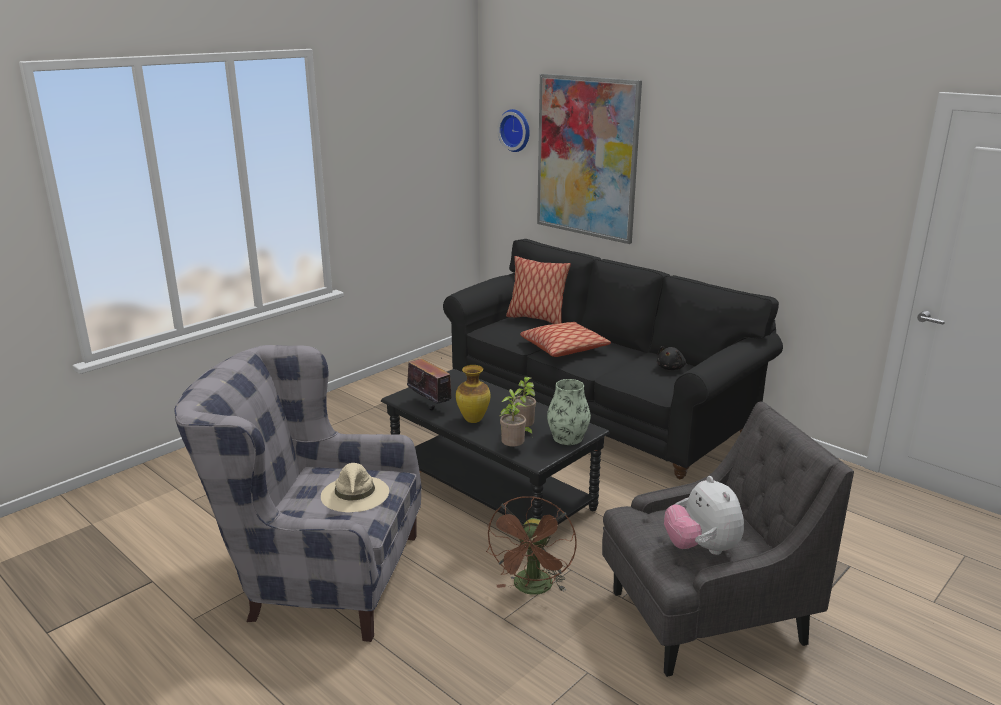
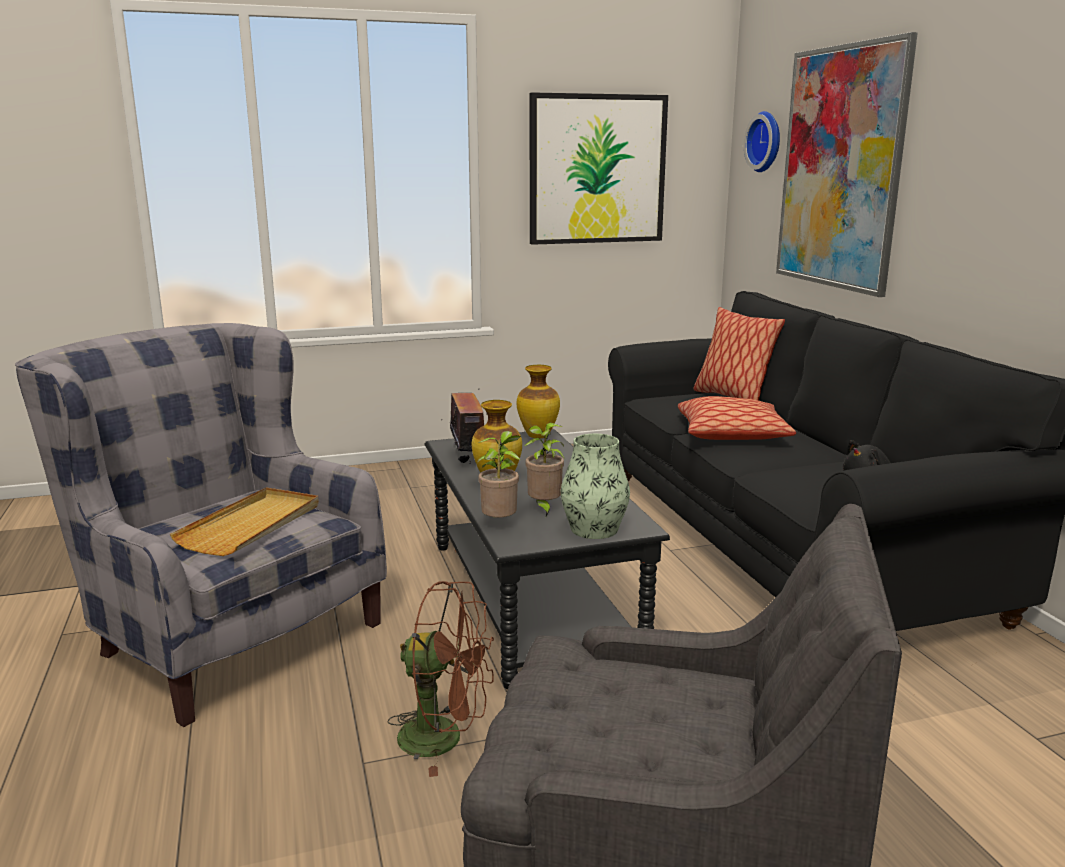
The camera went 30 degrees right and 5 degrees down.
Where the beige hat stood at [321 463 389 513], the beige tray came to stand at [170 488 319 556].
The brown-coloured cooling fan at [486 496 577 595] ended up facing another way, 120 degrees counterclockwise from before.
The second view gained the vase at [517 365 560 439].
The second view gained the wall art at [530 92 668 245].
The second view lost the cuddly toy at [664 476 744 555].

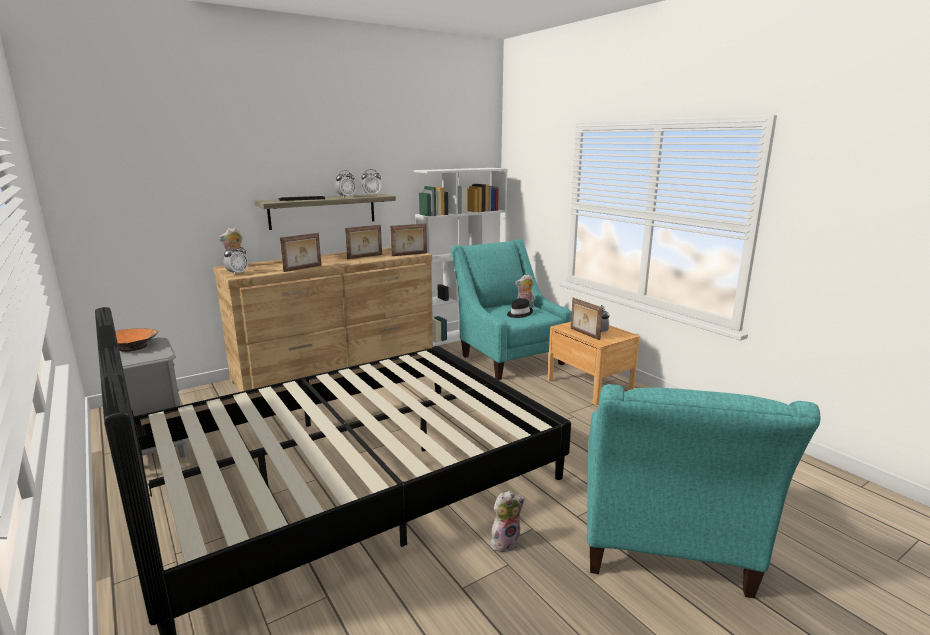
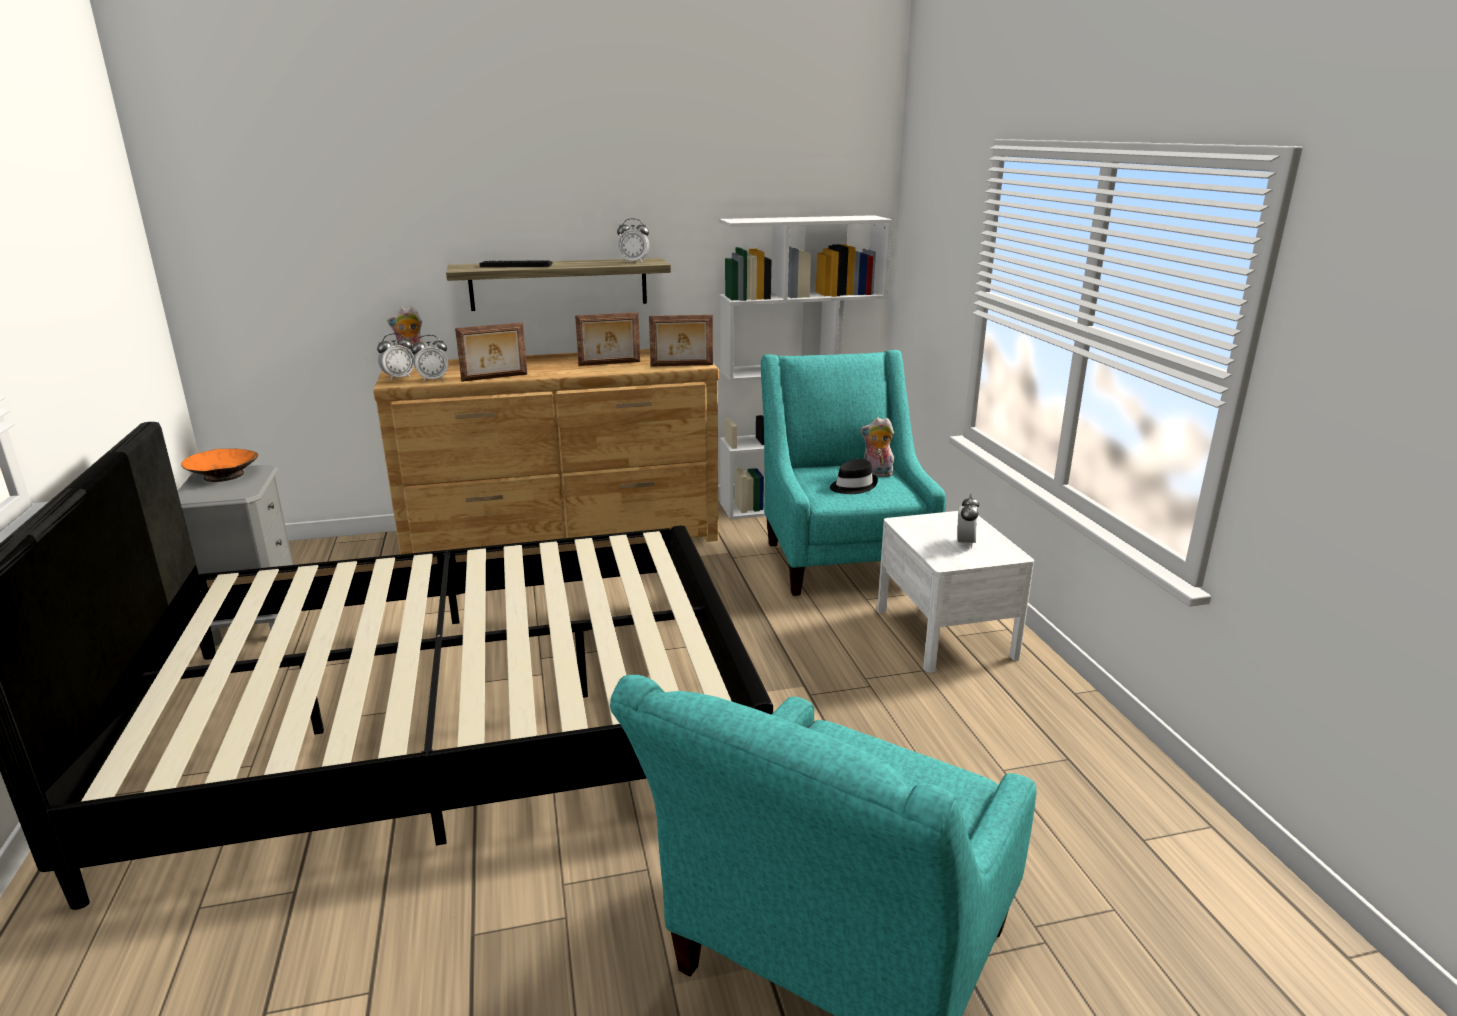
The camera went 20 degrees right and 5 degrees up.
The bedside clock ended up elsewhere, having gone from [335 170 356 198] to [411 335 448 382].
What was the brown-coloured nightstand at [548 322 640 405] turned into the white nightstand at [877 511 1034 673].
The second view lost the cuddly toy at [491 491 525 554].
The second view lost the photo frame at [571 298 603 340].

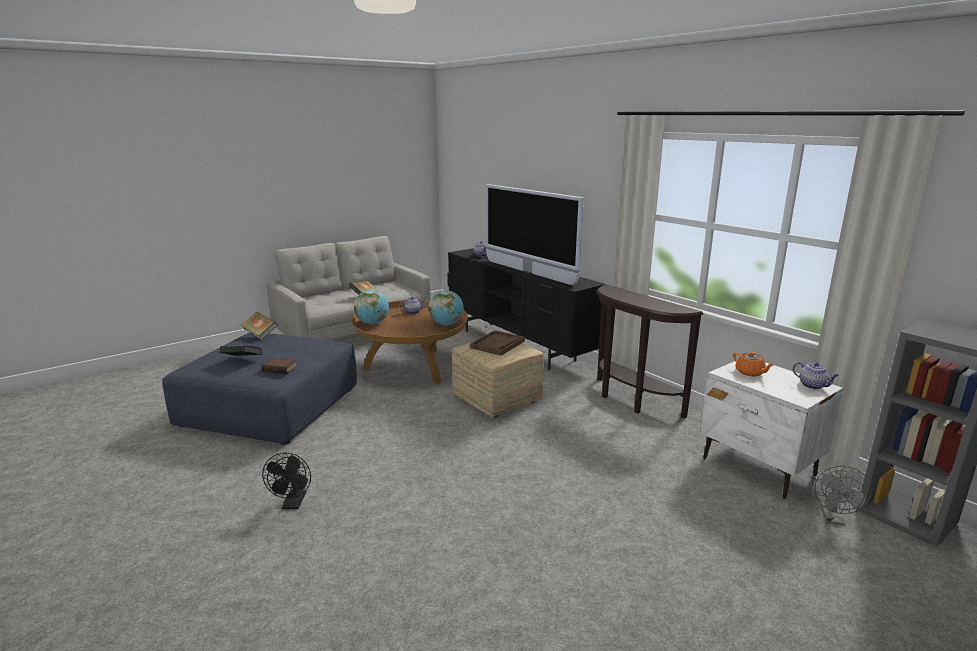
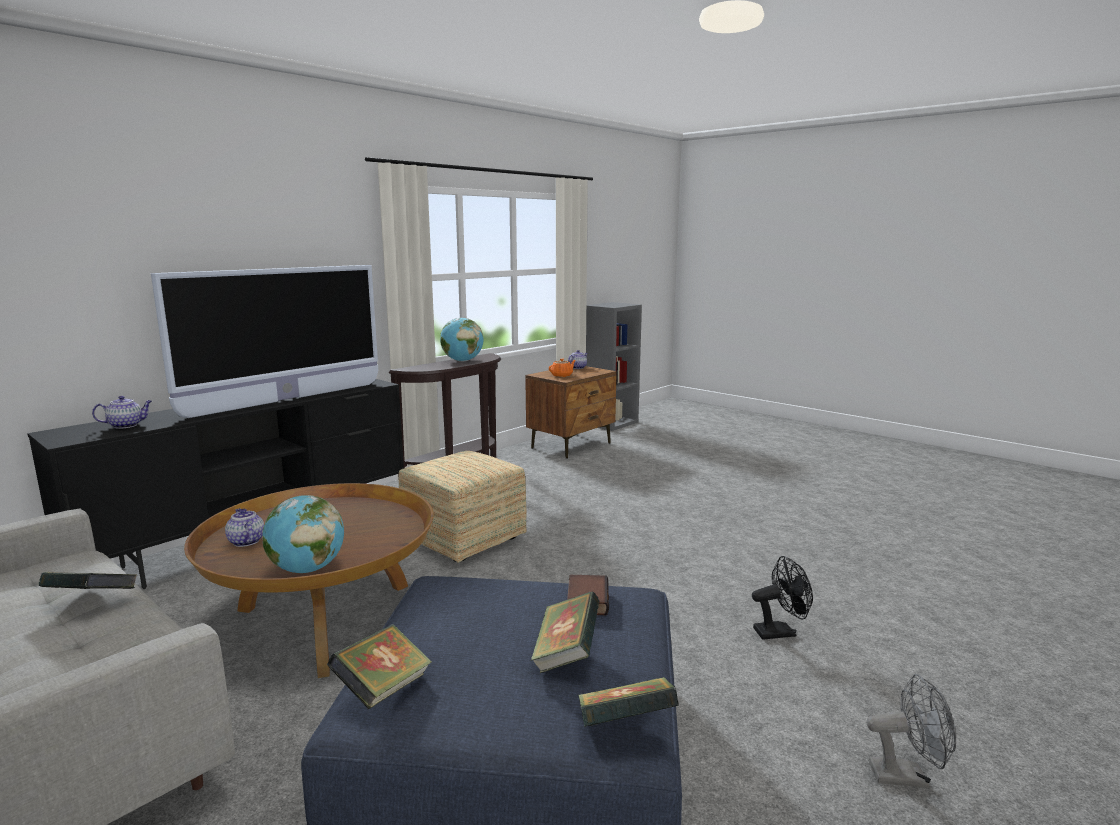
The camera went 100 degrees left and 5 degrees down.
The desk globe ended up elsewhere, having gone from [429 290 464 326] to [440 318 483 361].
What was the white nightstand at [700 361 843 499] turned into the brown-coloured nightstand at [525 366 617 459].
The second view gained the volume at [579 677 679 727].
The greyish cooling fan ended up elsewhere, having gone from [814 466 872 526] to [867 674 956 788].
The second view lost the brown-coloured tray at [470 330 525 356].

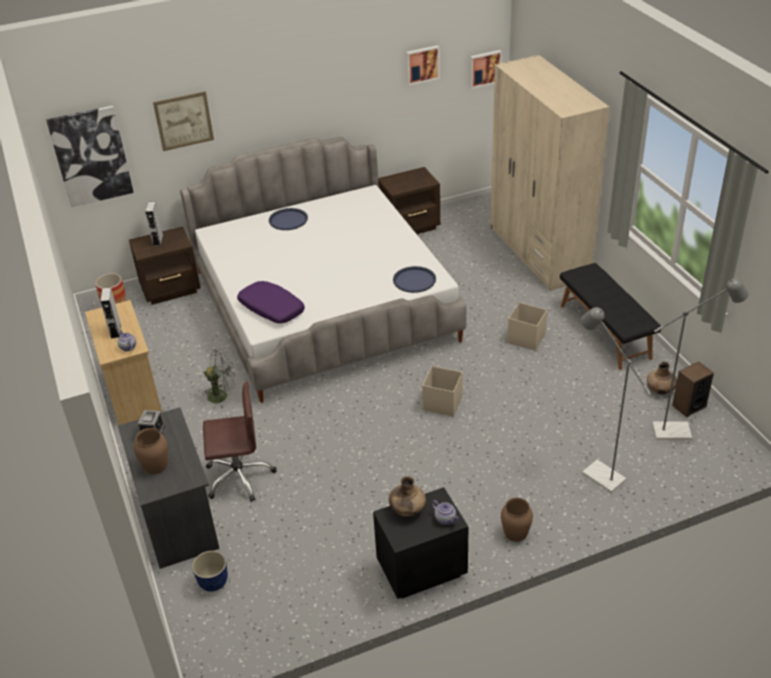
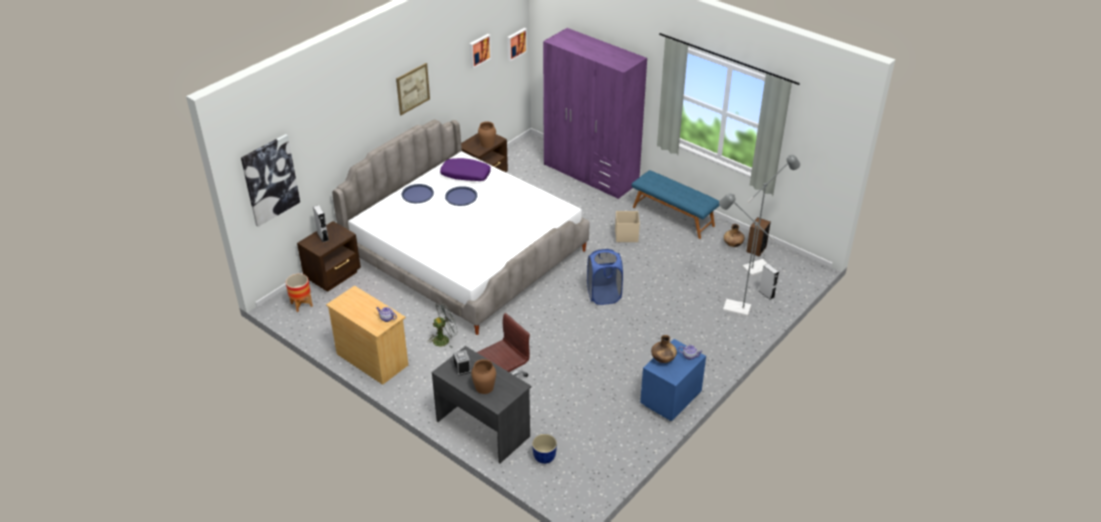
The camera went 30 degrees left and 0 degrees up.
The wall art ended up elsewhere, having gone from [153 91 214 151] to [396 63 430 115].
The purple-coloured cushion ended up elsewhere, having gone from [237 281 305 324] to [440 158 491 181].
The bluish tray ended up elsewhere, having gone from [393 266 436 293] to [445 186 477 206].
The brown-coloured vase ended up elsewhere, having gone from [501 498 533 542] to [478 121 496 148].
What was the beige wardrobe at [491 55 610 291] turned into the purple-coloured wardrobe at [543 28 647 199].
Where the beige storage box stood at [422 366 463 417], the bluish washing basket came to stand at [587 249 623 305].
What was the black-coloured long seat at [560 263 661 370] turned into the bluish long seat at [632 170 720 239].
What was the black-coloured nightstand at [373 487 468 599] turned into the bluish nightstand at [640 339 706 421].
The greyish speaker ended up elsewhere, having gone from [101 287 121 339] to [759 263 779 300].

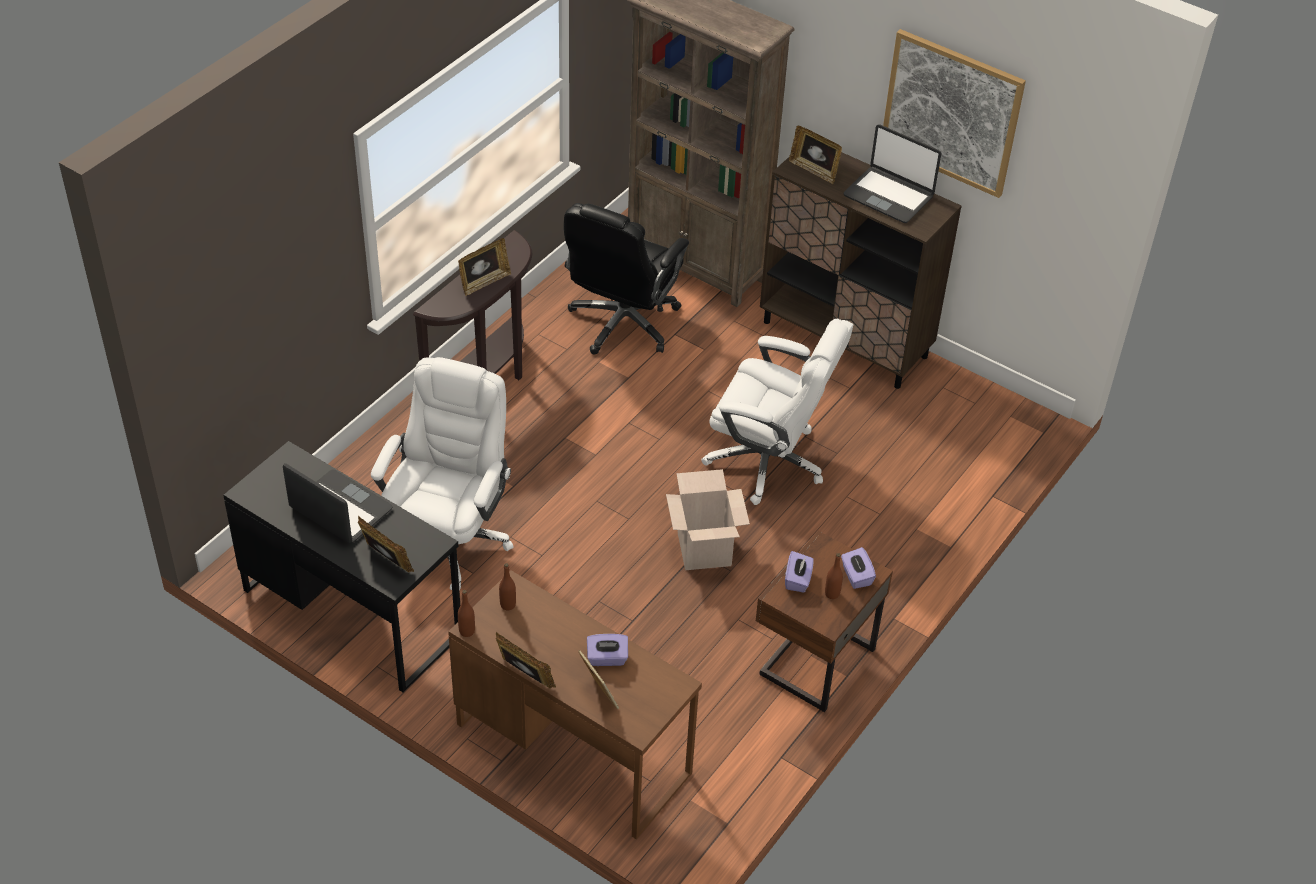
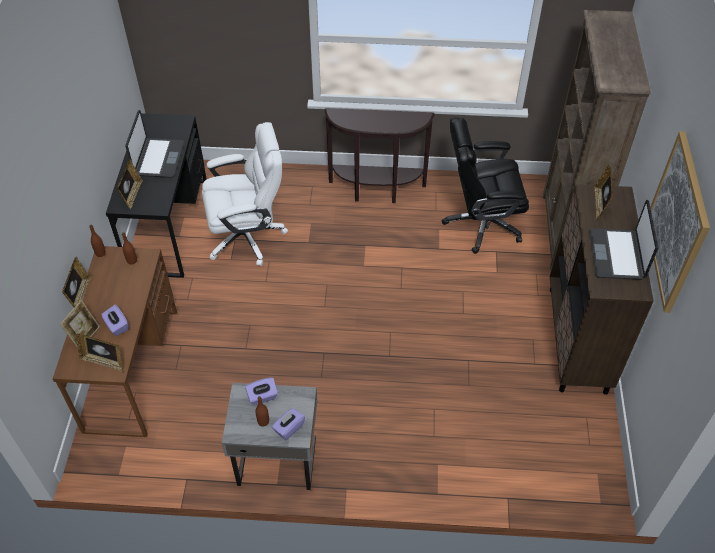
The camera went 60 degrees right and 5 degrees up.
The photo frame ended up elsewhere, having gone from [458 238 511 296] to [75 334 123 373].
What was the brown-coloured nightstand at [756 531 893 712] turned into the greyish nightstand at [222 383 317 490].
The second view lost the packing box at [666 469 750 570].
The second view lost the white desk chair at [701 319 853 505].

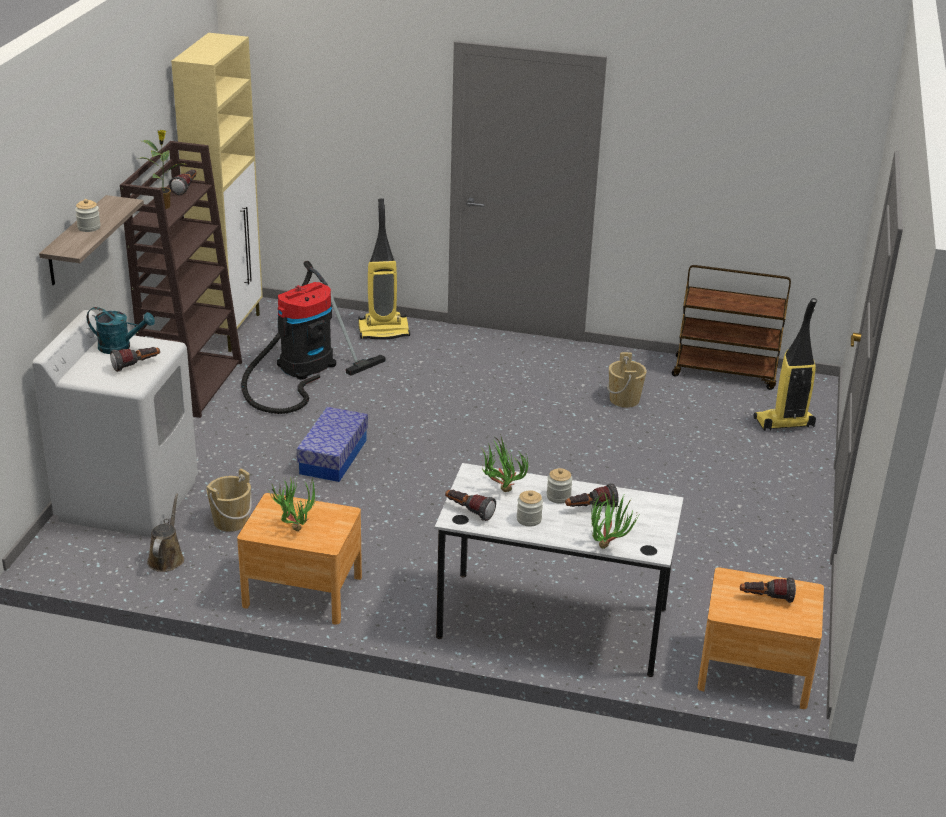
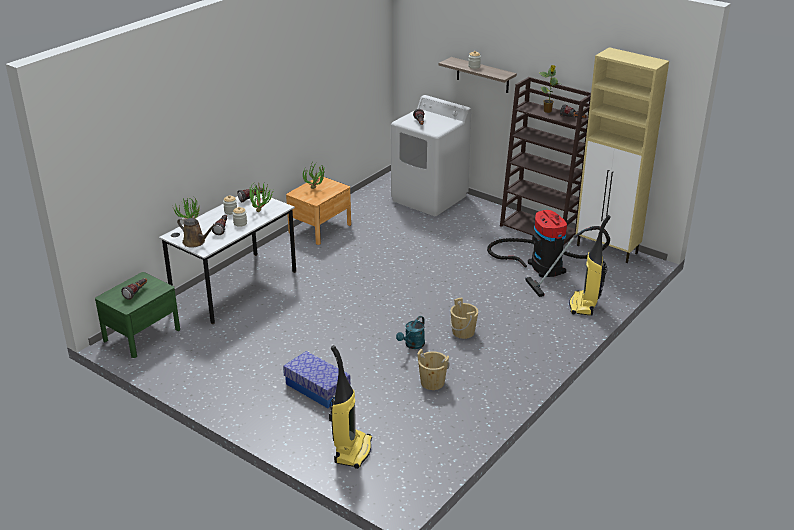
The camera went 115 degrees right and 0 degrees up.
What was the brown-coloured nightstand at [697 567 824 709] turned into the green-coloured nightstand at [95 272 180 358].
The brown-coloured watering can ended up elsewhere, having gone from [147 494 184 572] to [177 217 216 247].
The storage box ended up elsewhere, having gone from [297 407 368 482] to [283 351 351 408].
The blue-green watering can ended up elsewhere, having gone from [87 307 155 354] to [396 316 425 349].
The beige water bucket ended up elsewhere, having gone from [206 469 252 532] to [450 298 478 339].
The second view lost the brown-coloured trolley at [672 265 791 390].

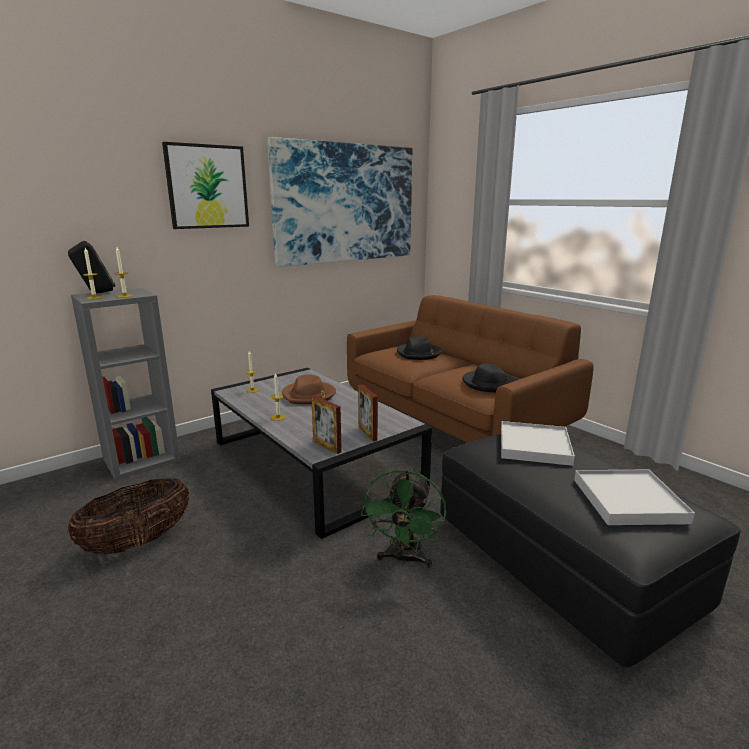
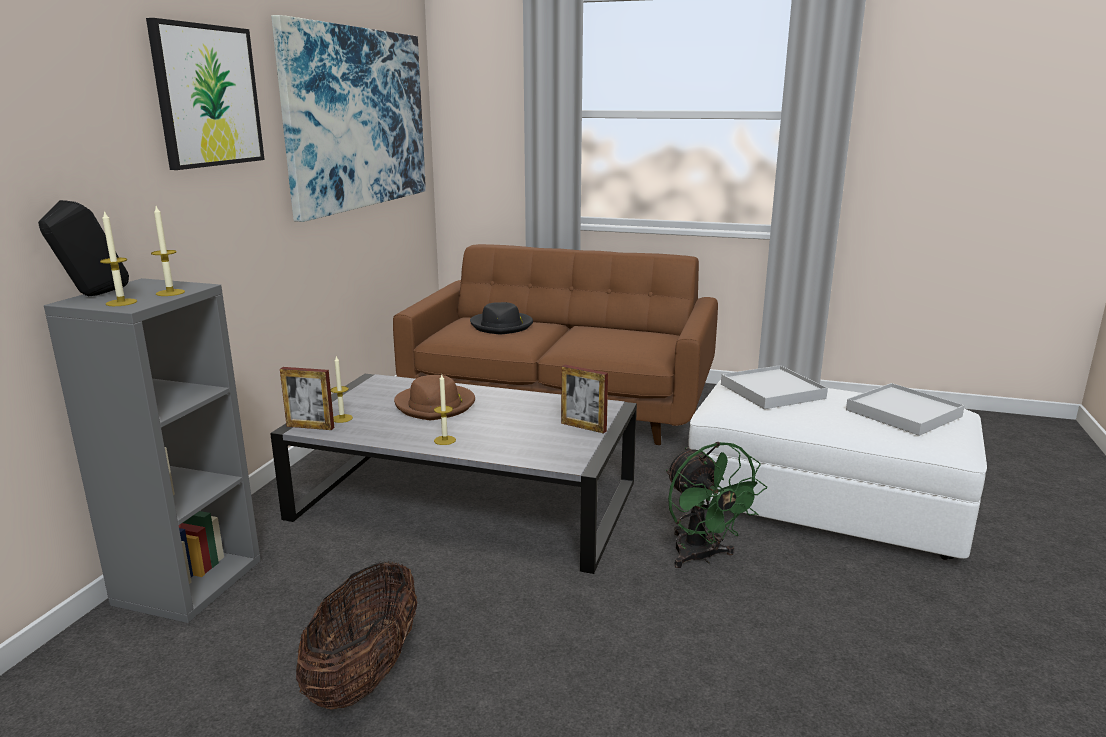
The camera went 35 degrees left and 0 degrees up.
The photo frame ended up elsewhere, having gone from [311 396 342 454] to [280 367 334 430].
What was the black-coloured ottoman at [440 433 741 667] turned into the white ottoman at [688 380 987 560].
The second view lost the black-coloured hat at [462 363 519 392].

